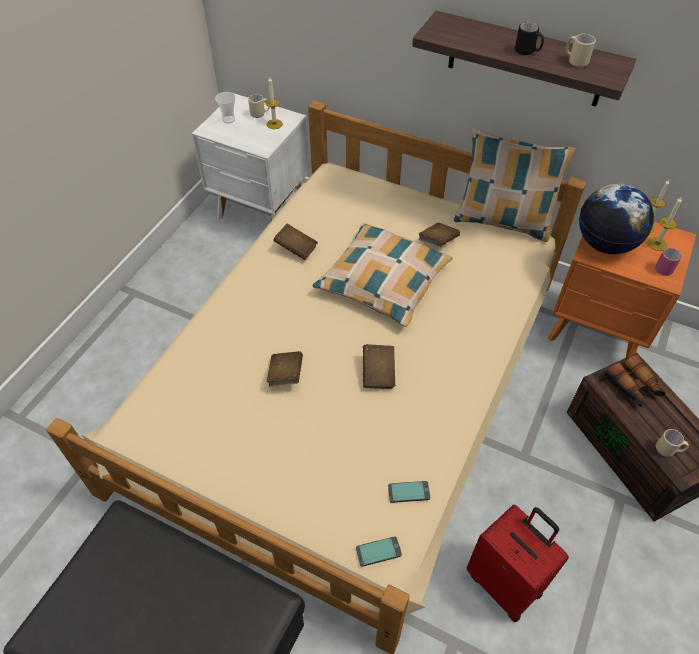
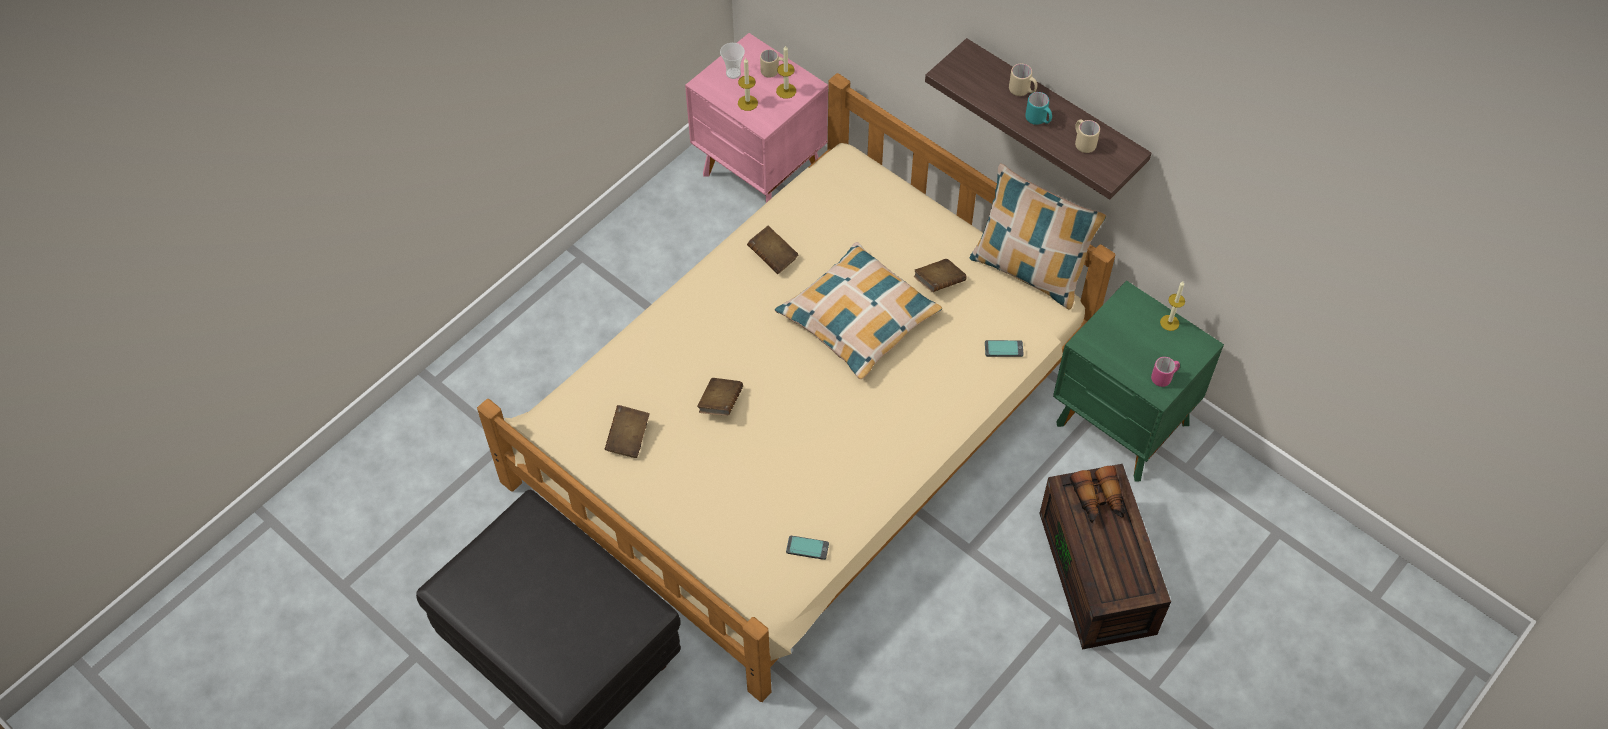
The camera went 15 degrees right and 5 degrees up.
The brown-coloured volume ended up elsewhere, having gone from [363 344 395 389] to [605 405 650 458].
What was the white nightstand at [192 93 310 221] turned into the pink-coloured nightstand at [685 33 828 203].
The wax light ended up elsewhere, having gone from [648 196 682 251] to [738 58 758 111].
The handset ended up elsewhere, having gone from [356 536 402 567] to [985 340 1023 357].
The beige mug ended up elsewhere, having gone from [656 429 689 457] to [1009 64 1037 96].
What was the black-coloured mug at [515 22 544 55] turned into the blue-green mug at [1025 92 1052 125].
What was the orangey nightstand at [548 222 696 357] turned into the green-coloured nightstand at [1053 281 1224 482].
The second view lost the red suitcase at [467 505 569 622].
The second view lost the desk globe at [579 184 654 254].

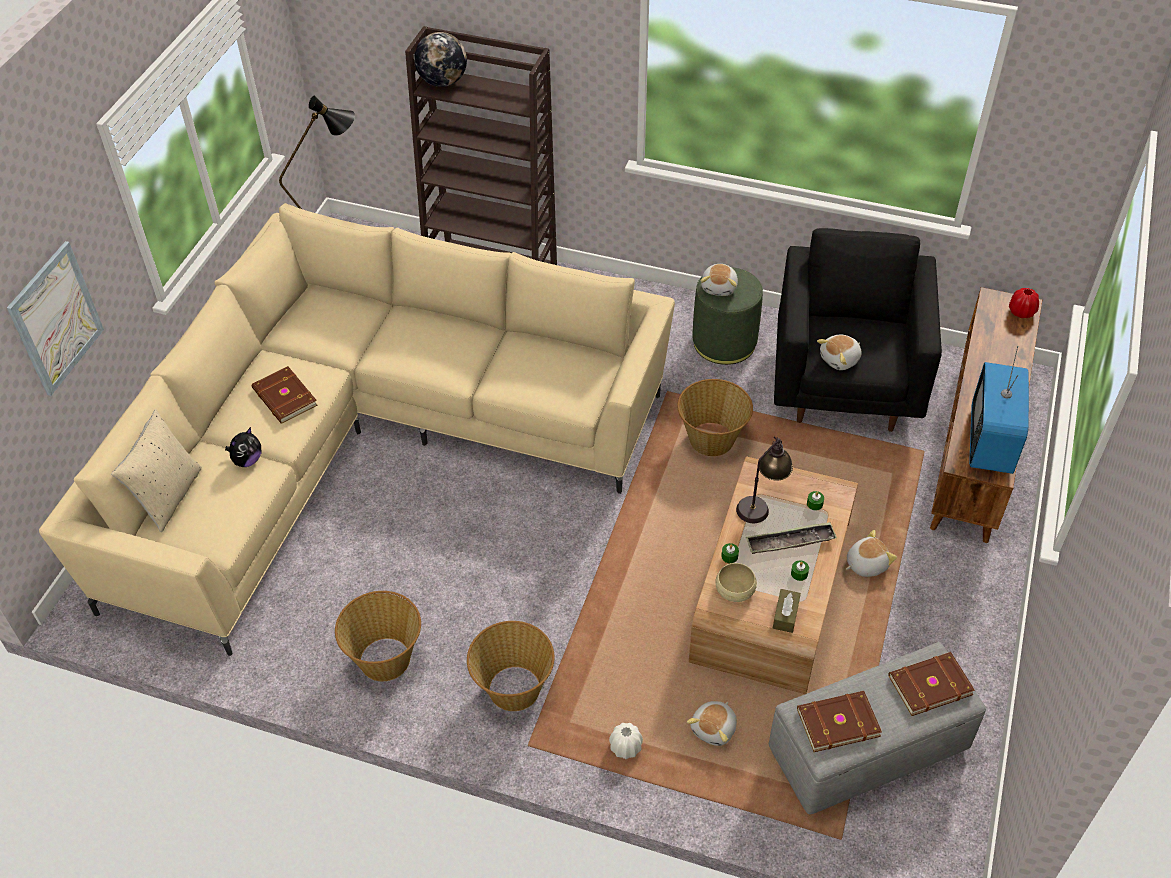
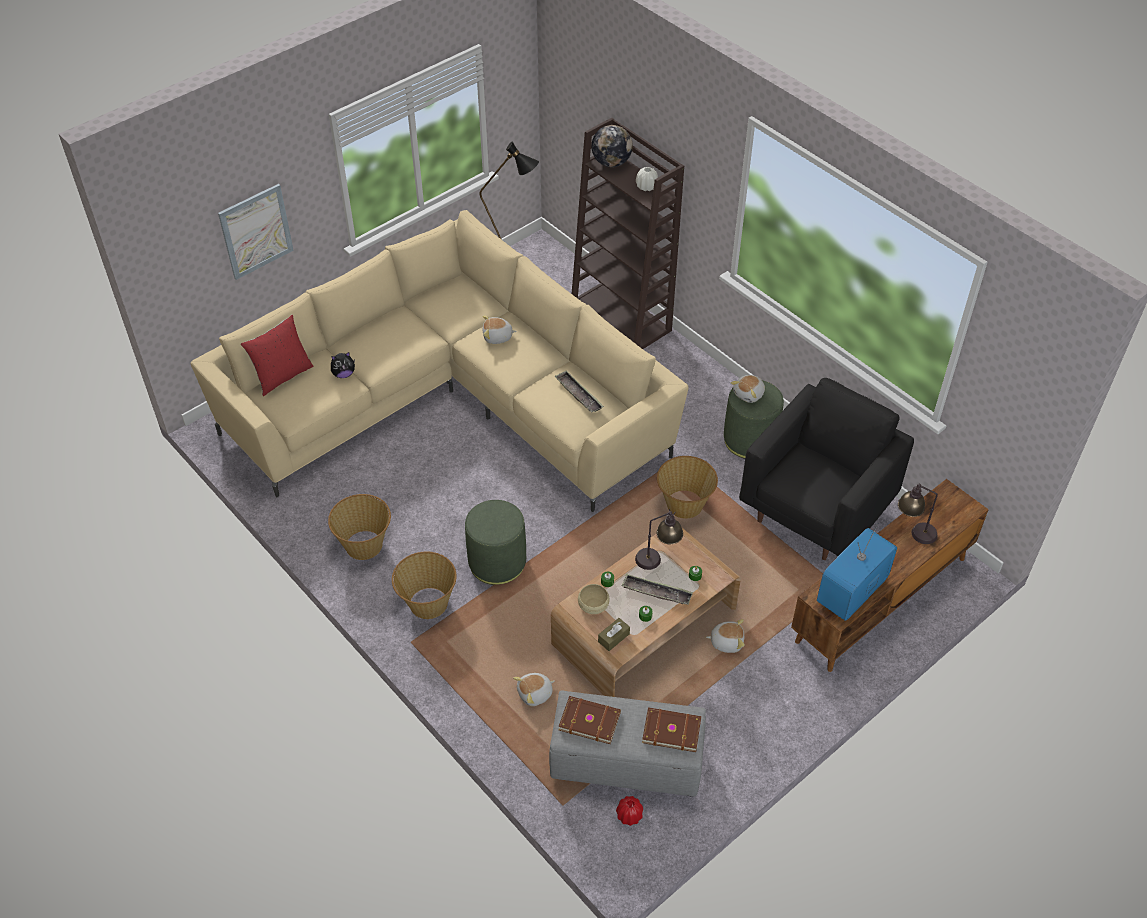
The camera went 30 degrees right and 0 degrees up.
What was the beige cushion at [111 409 202 532] turned into the red cushion at [241 315 314 396].
The second view gained the green-coloured ottoman at [465 500 526 585].
The cuddly toy ended up elsewhere, having gone from [817 335 862 370] to [483 315 517 344].
The second view gained the tray at [554 371 604 413].
The red vase ended up elsewhere, having gone from [1009 288 1039 318] to [616 796 643 826].
The white vase ended up elsewhere, having gone from [609 723 643 759] to [636 167 658 191].
The second view gained the table lamp at [898 484 938 544].
The second view lost the brown-coloured volume at [252 366 318 424].

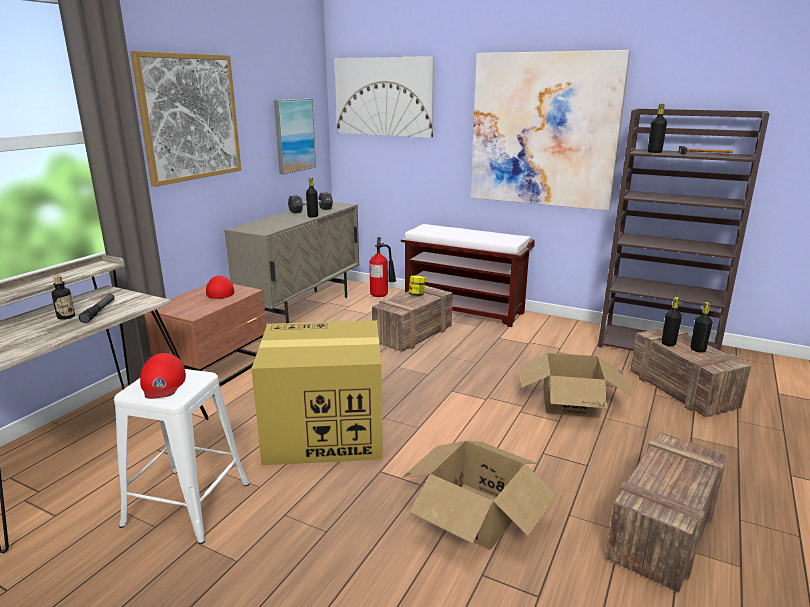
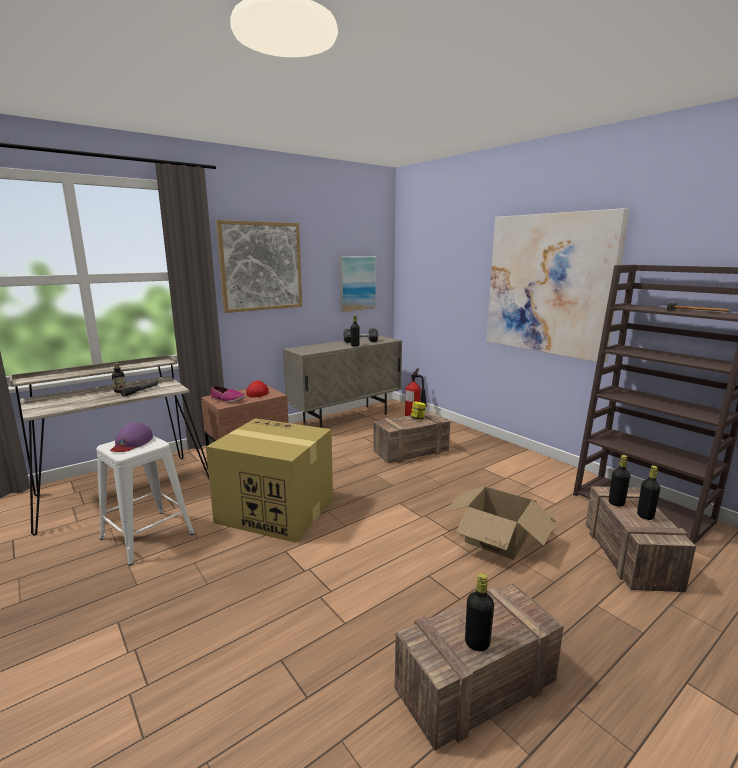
The camera went 25 degrees right and 5 degrees down.
What was the red peaked cap at [140 353 186 399] turned into the purple-coloured peaked cap at [110 422 153 452].
The second view gained the low shoe at [211 386 245 402].
The black-coloured drink bottle ended up elsewhere, having gone from [648 104 667 153] to [465 573 494 651].
The second view lost the wall art at [334 56 435 138].
The second view lost the brown-coloured long seat at [401 224 535 327].
The second view lost the packing box at [401 441 557 550].

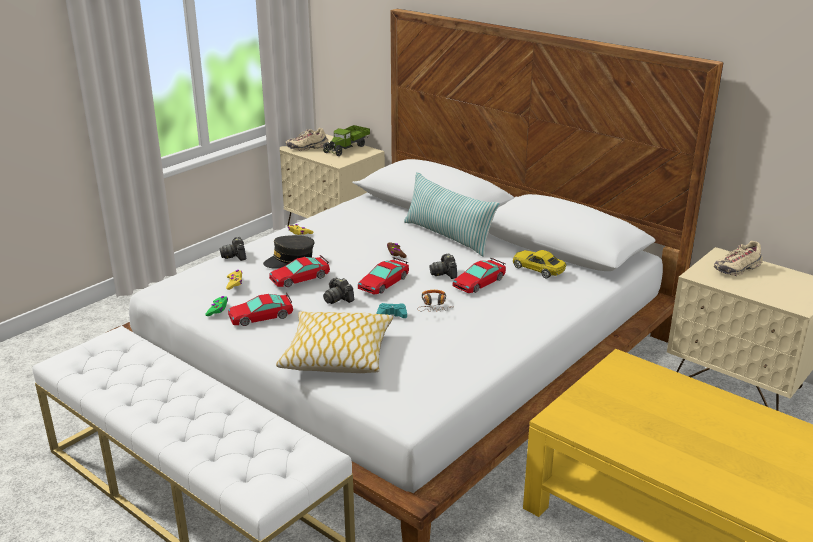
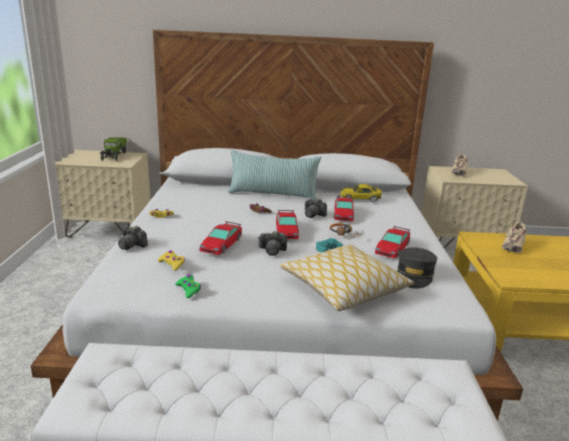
The camera went 40 degrees left and 5 degrees down.
The miniature car ended up elsewhere, having gone from [228 293 293 326] to [375 226 410 258].
The greyish peaked cap ended up elsewhere, having gone from [263 235 314 269] to [397 248 437 289].
The beige low shoe ended up elsewhere, having gone from [286 128 328 151] to [502 222 527 253].

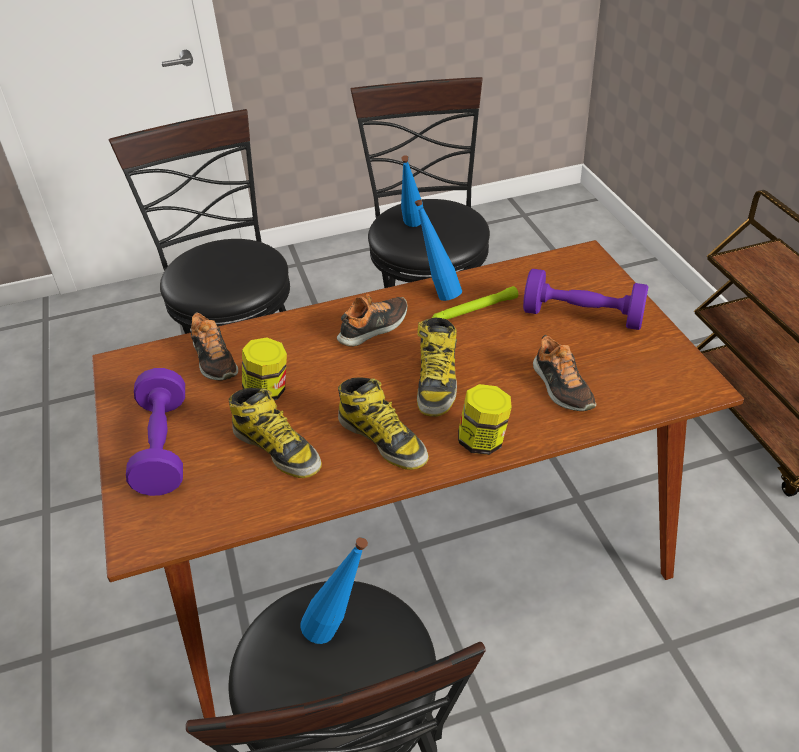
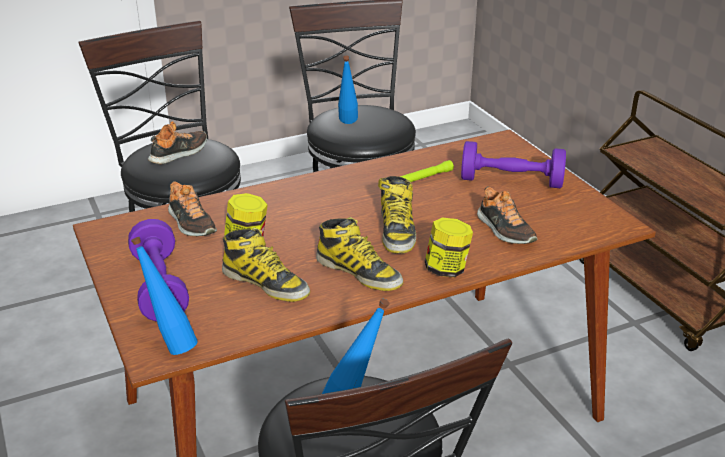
The camera went 10 degrees left and 10 degrees down.
The bluish drink bottle ended up elsewhere, having gone from [415 200 462 301] to [131 237 198 355].
The low shoe ended up elsewhere, having gone from [337 294 407 347] to [148 121 207 164].

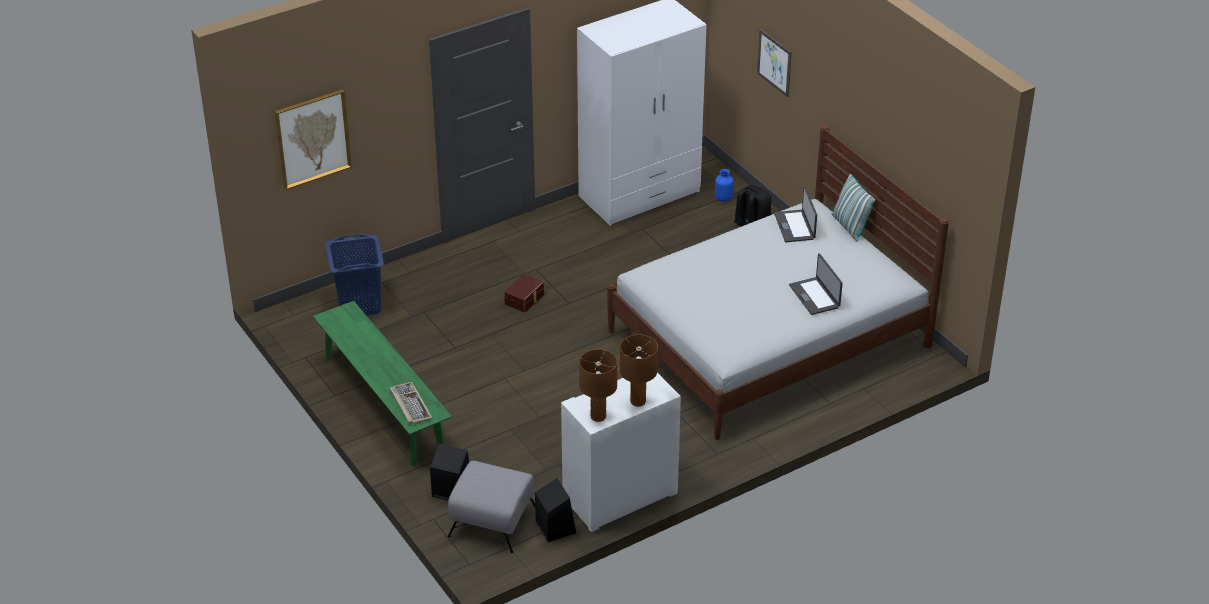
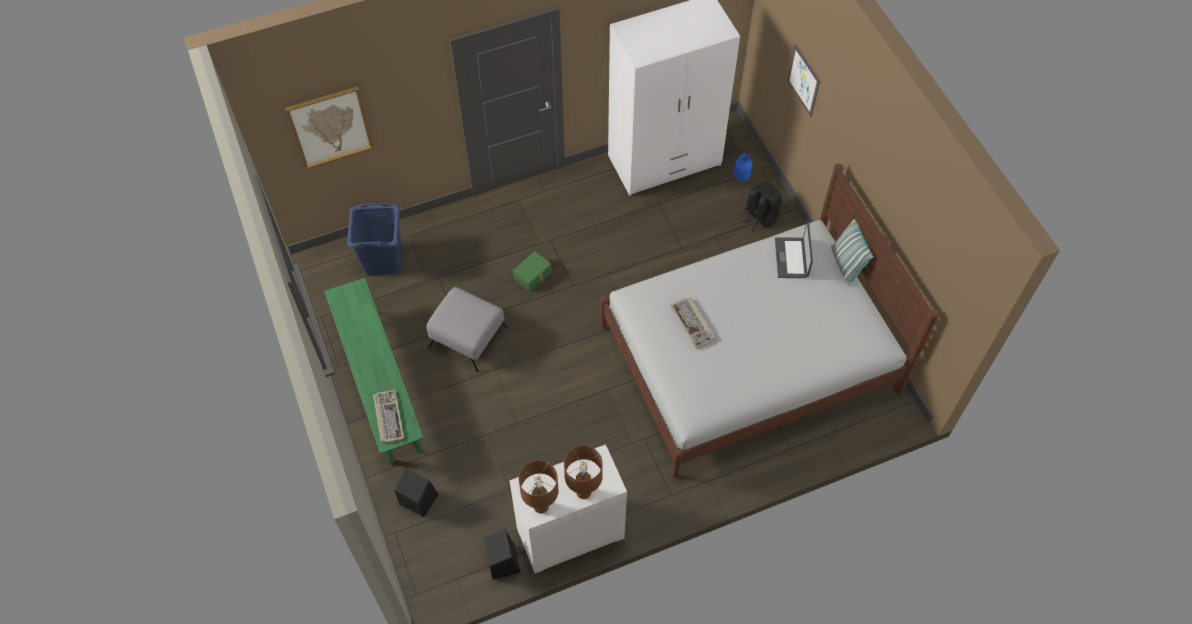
The camera went 10 degrees right and 20 degrees up.
The greyish ottoman ended up elsewhere, having gone from [448 461 535 553] to [426 287 508 372].
What was the brown-coloured storage box at [504 274 544 312] turned into the green-coloured storage box at [513 251 552 291].
The second view gained the computer keyboard at [670 298 715 349].
The second view lost the notebook computer at [789 253 843 315].

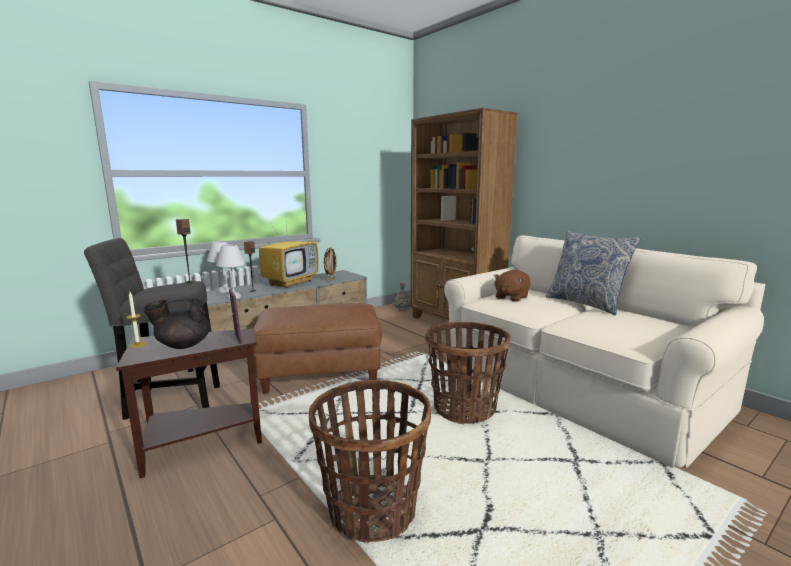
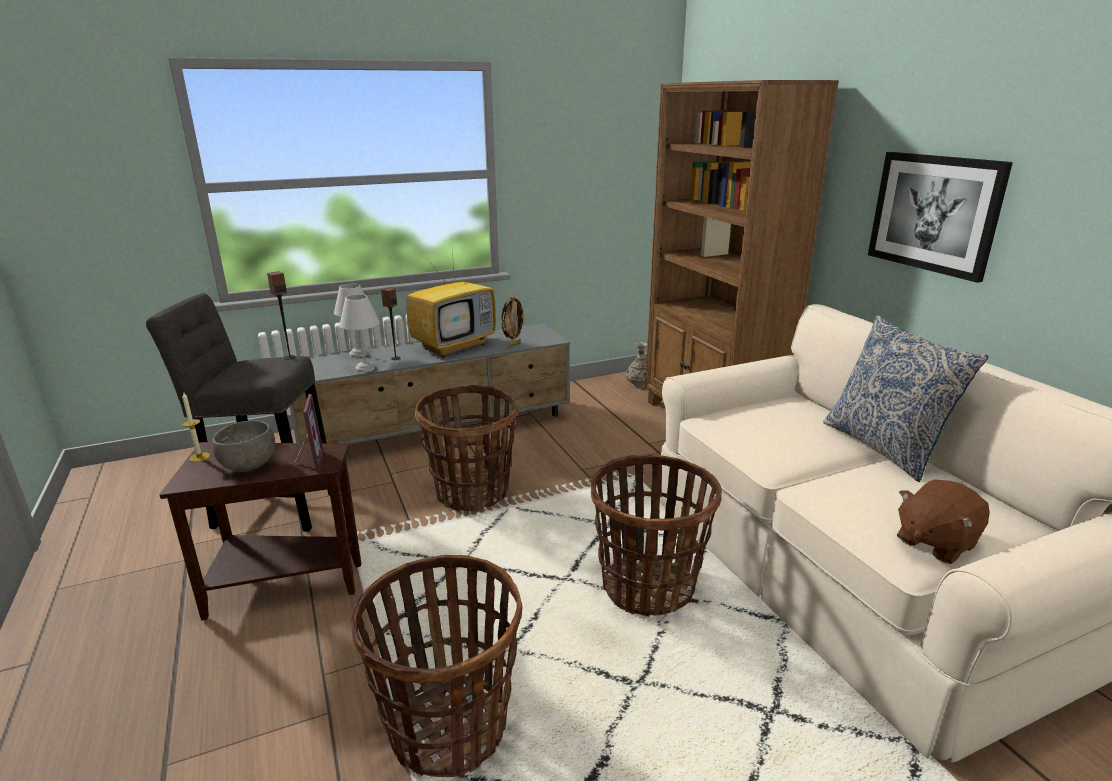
The camera went 15 degrees right and 10 degrees up.
Where the black-coloured tea pot stood at [143 296 210 349], the greyish deep dish came to stand at [212 420 275 472].
Where the brown-coloured ottoman stood at [253 304 382 394], the storage basket came to stand at [415 385 518 512].
The second view gained the wall art at [868 152 1013 283].
The brown-coloured cuddly toy ended up elsewhere, having gone from [494 270 530 302] to [897 479 990 564].

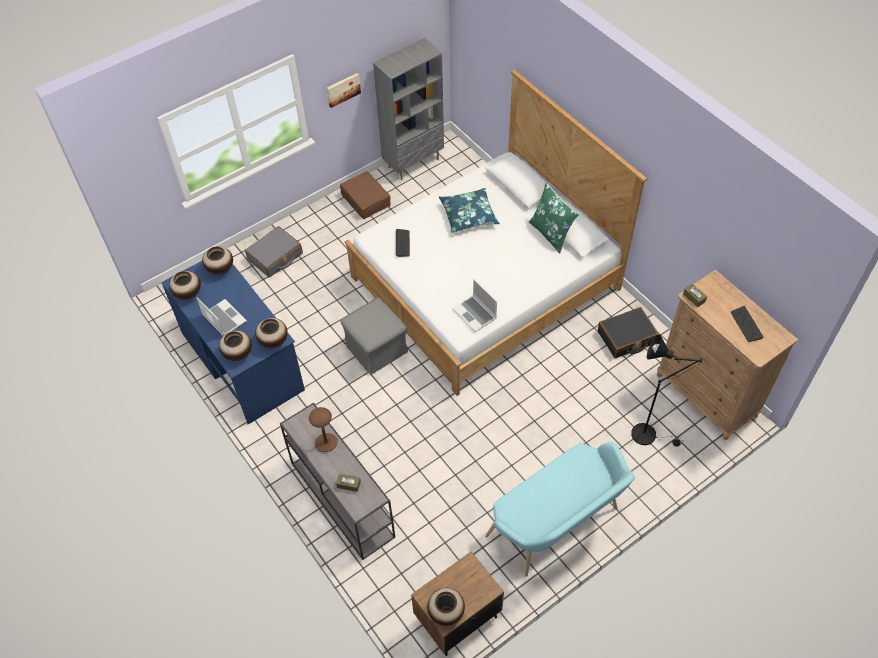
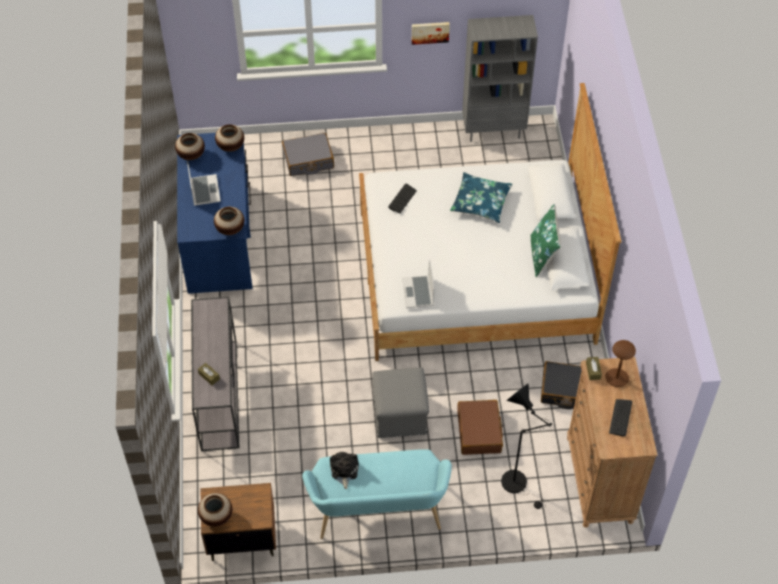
The camera went 30 degrees right and 0 degrees up.
The second view gained the cuddly toy at [330 452 359 489].
The greyish ottoman ended up elsewhere, having gone from [340 298 408 375] to [372 368 429 438].
The brown-coloured suitcase ended up elsewhere, having gone from [340 171 391 219] to [457 400 503 455].
The brown-coloured table lamp ended up elsewhere, having gone from [309 407 338 452] to [605 340 636 387].
The second view lost the vase at [219 330 252 361].

